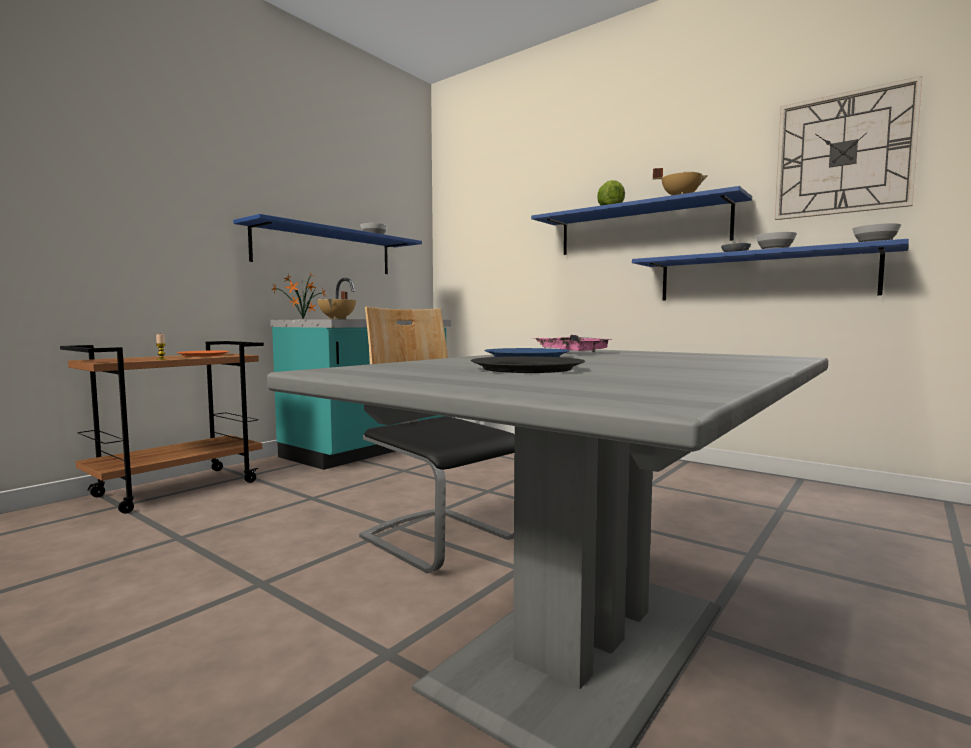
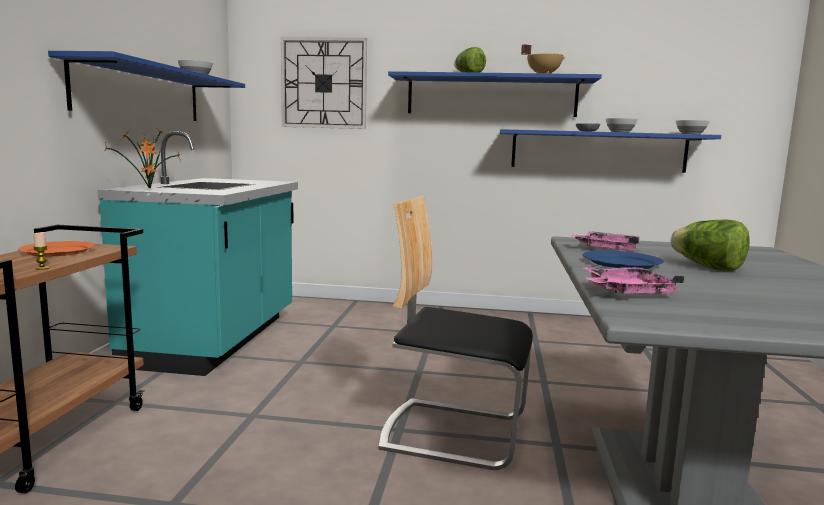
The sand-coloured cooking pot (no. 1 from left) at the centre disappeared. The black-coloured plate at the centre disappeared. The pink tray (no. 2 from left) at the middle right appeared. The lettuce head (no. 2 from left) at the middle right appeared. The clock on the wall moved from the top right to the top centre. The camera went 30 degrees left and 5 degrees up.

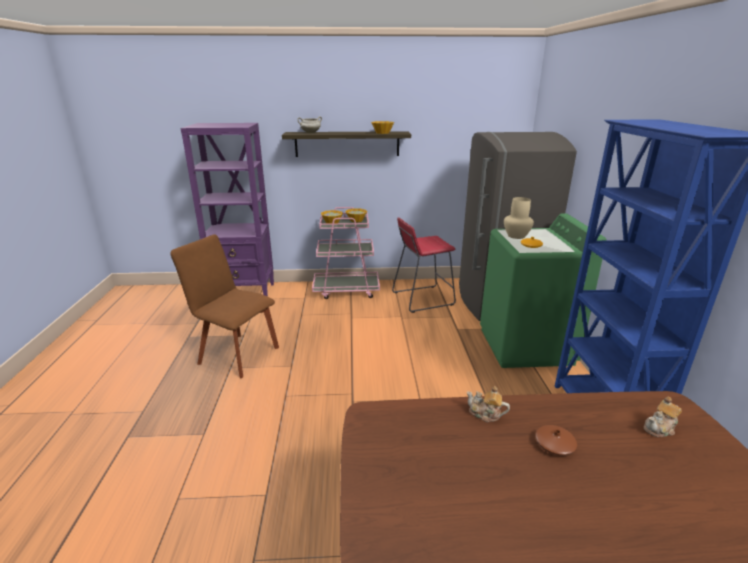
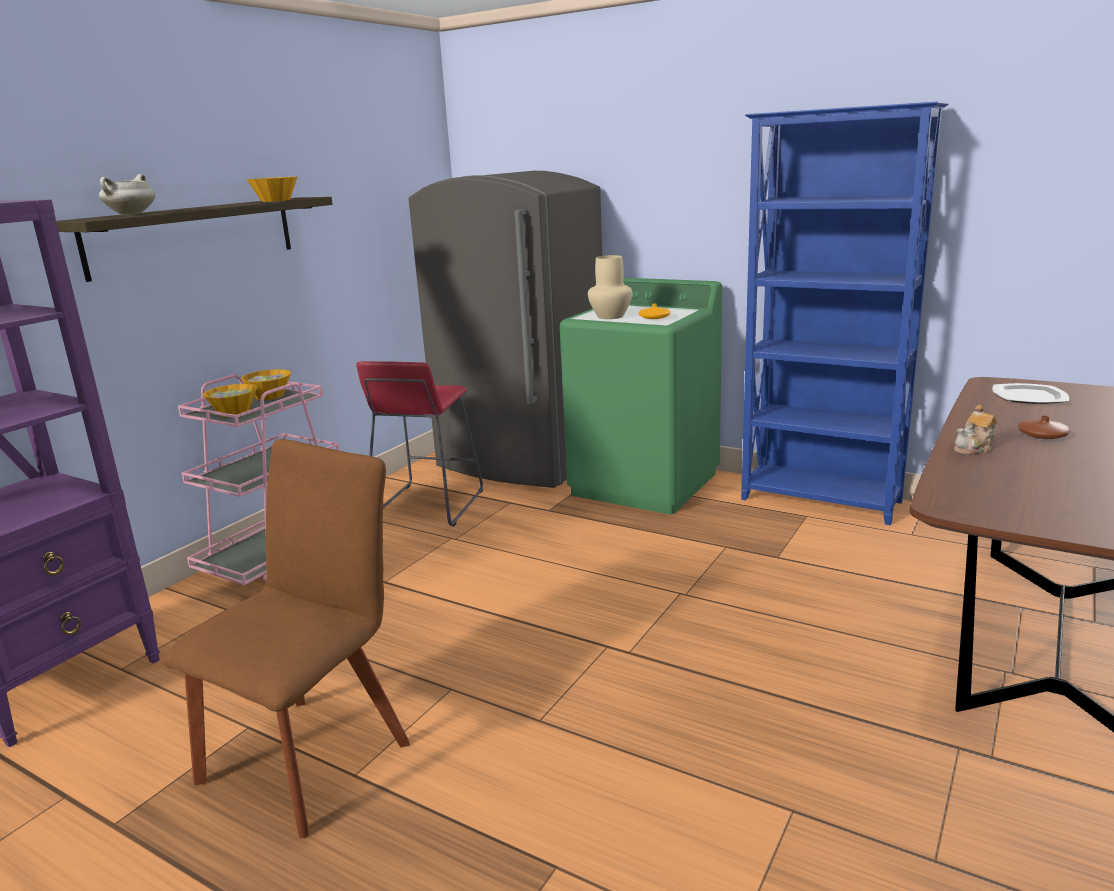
The pot for tea (no. 2 from left) at the bottom right was replaced by the plate at the middle right. The brownish upright chair at the middle left turned 150 degrees clockwise. The camera went 55 degrees left and 5 degrees down.

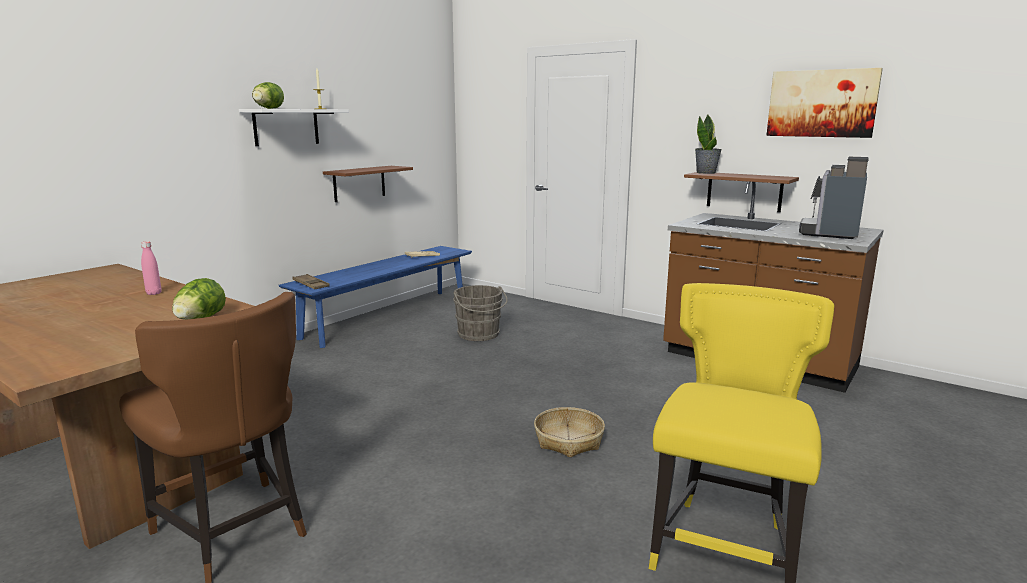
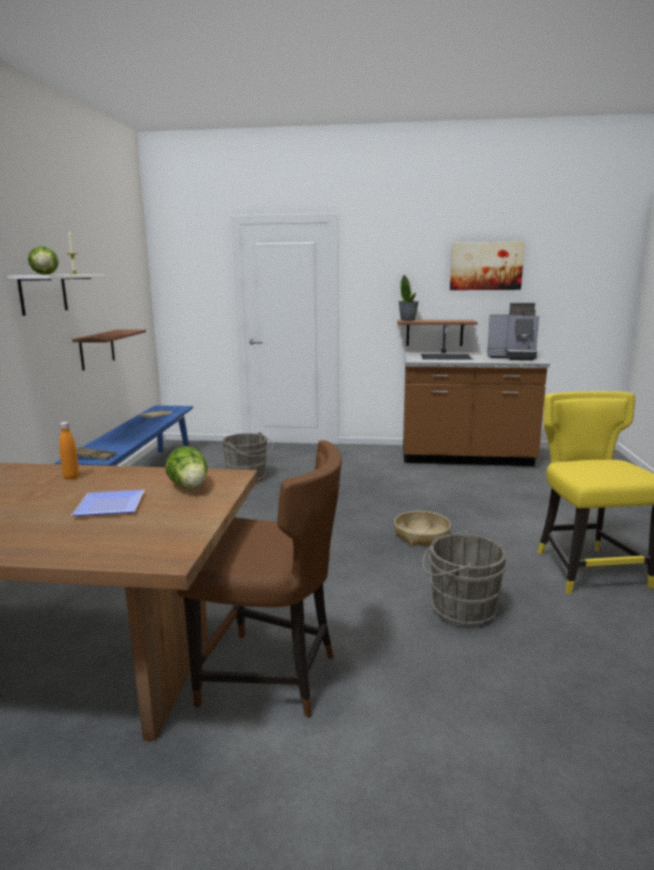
The plate at the middle left appeared. The grey bucket (no. 2 from left) at the middle right appeared. The pink beverage bottle at the middle left became the orange beverage bottle at the middle left. The coffee brewer at the middle right turned 75 degrees counterclockwise. The camera went 30 degrees left and 0 degrees up.

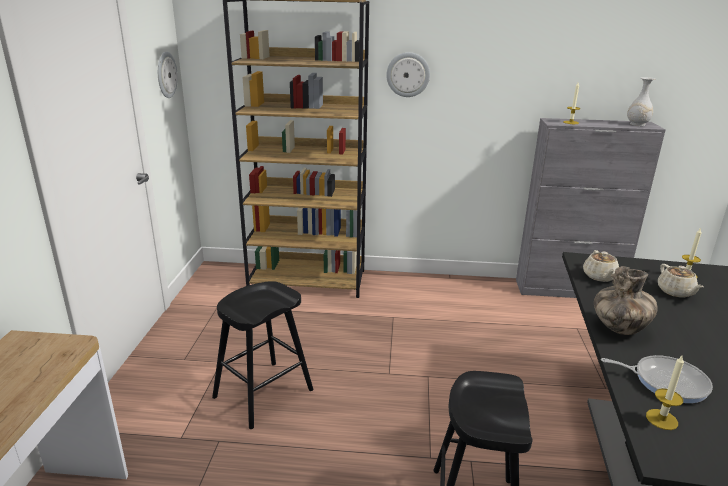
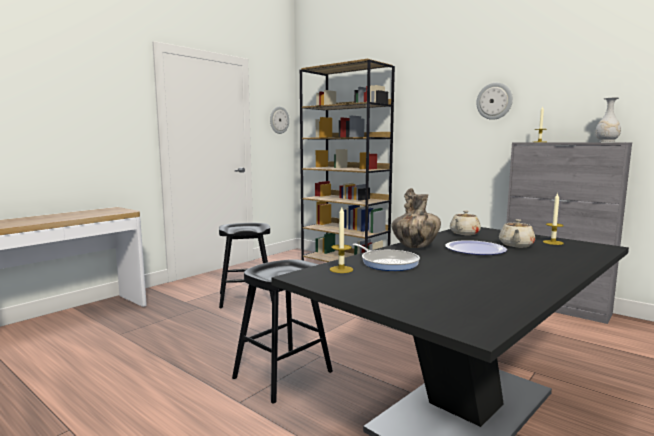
The plate at the middle right appeared. The clock on the wall (no. 2 from left) moved from the top centre to the top right. The camera went 35 degrees right and 15 degrees down.

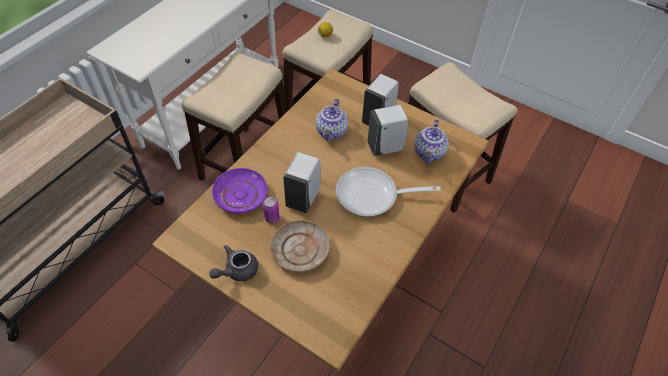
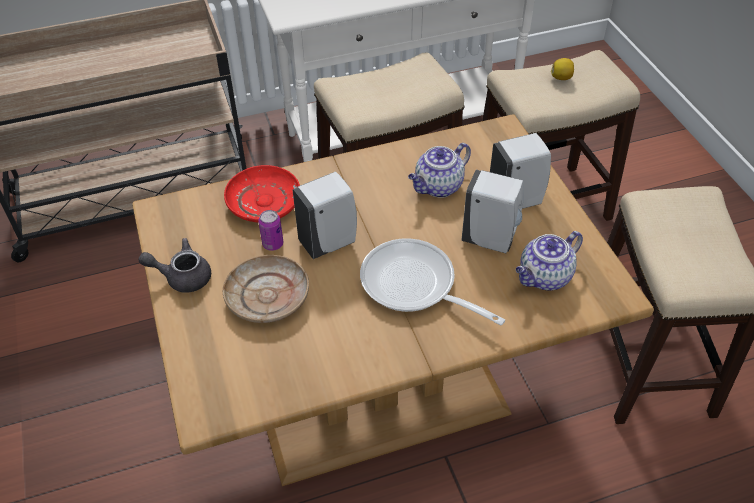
The purplish plate at the centre became the reddish plate at the centre. The camera went 40 degrees right and 5 degrees down.

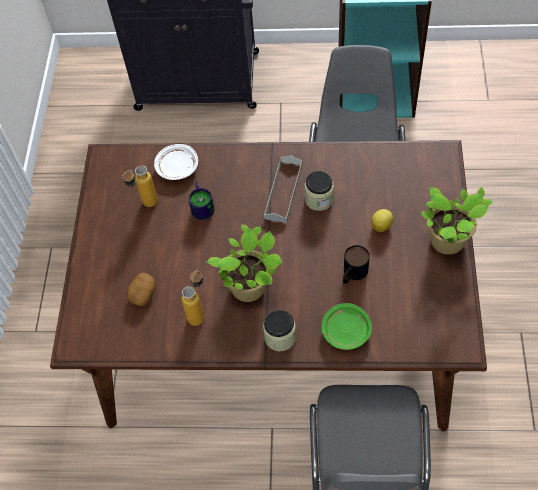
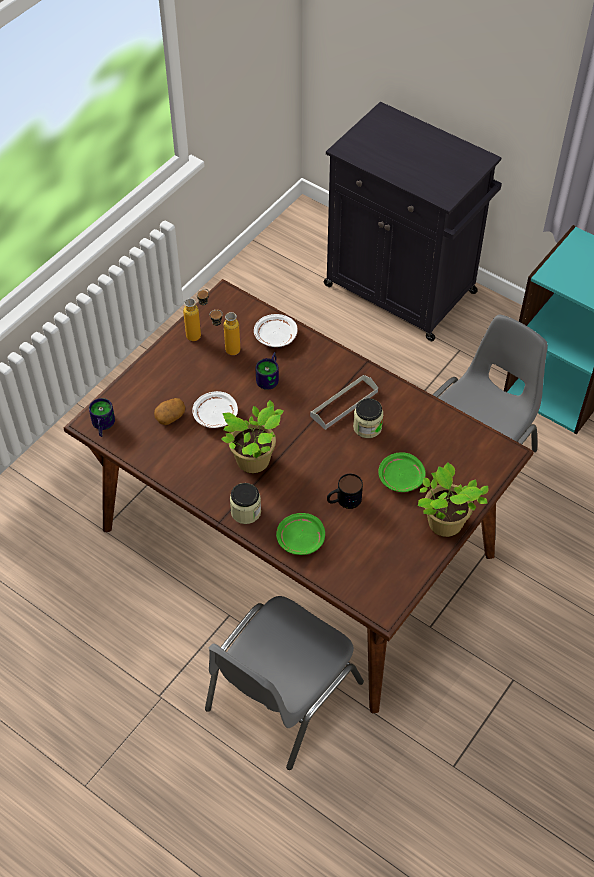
The coffee mug (no. 1 from left) at the middle left appeared. The whitish plate (no. 1 from left) at the centre appeared. The beverage bottle (no. 2 from left in the first image) moved from the centre to the middle left. The citrus fruit at the middle right was replaced by the green plate (no. 2 from left) at the middle right. The camera went 30 degrees right and 5 degrees down.

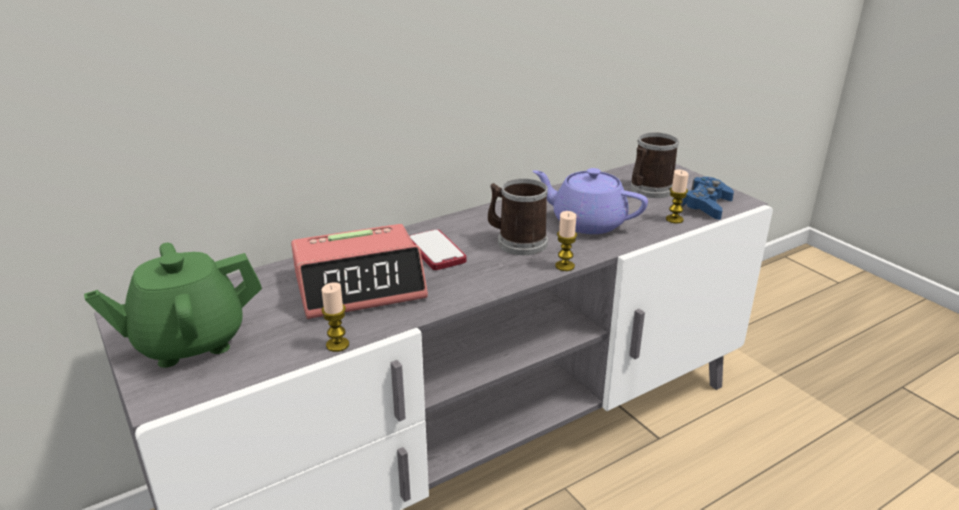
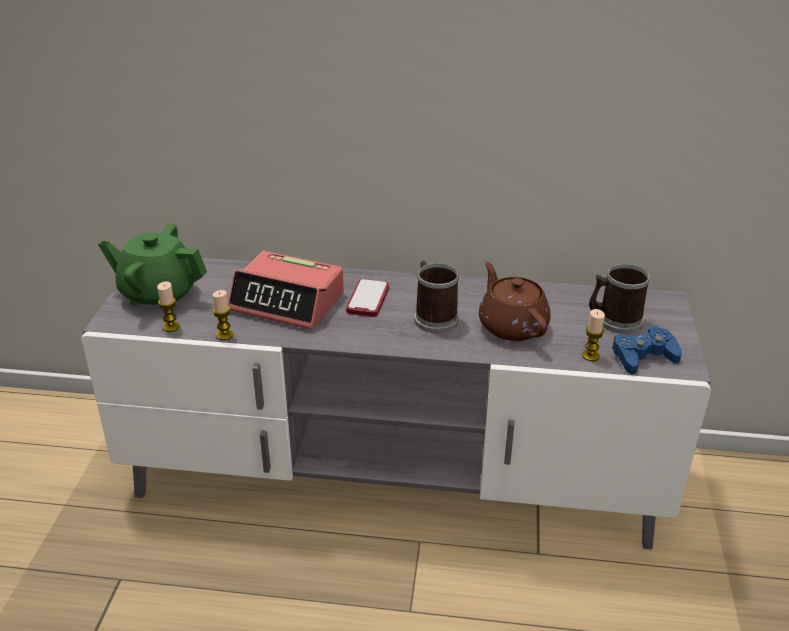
The wax light (no. 2 from left in the first image) moved from the centre to the middle left. The purplish pot for tea at the centre became the brownish pot for tea at the centre. The camera went 40 degrees right and 5 degrees up.

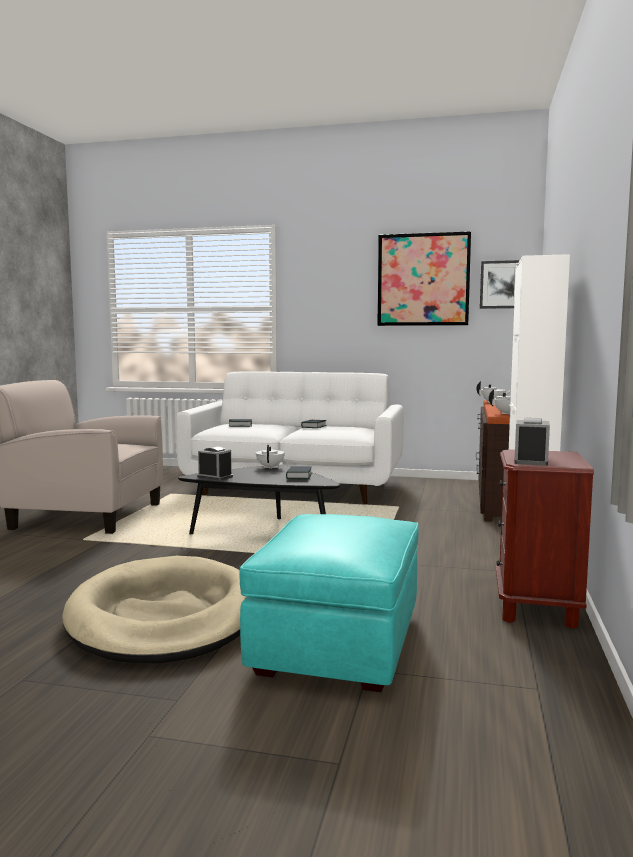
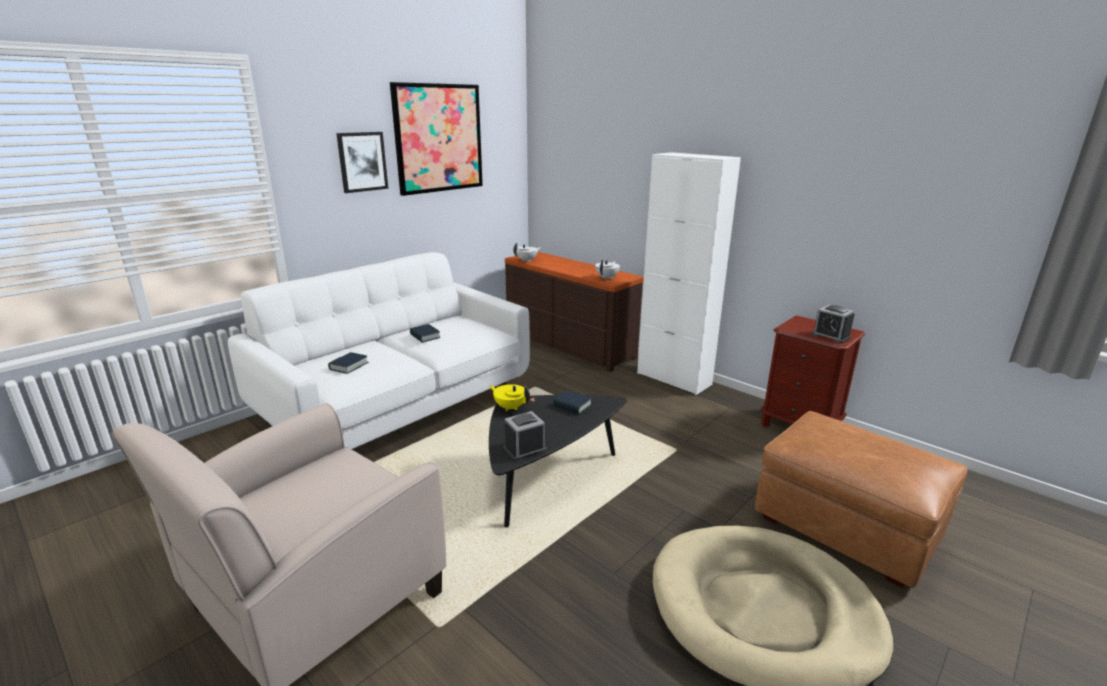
The wall art (no. 2 from left in the first image) moved from the top right to the top left. The turquoise-coloured footrest at the bottom centre became the brownish footrest at the bottom right. The whitish pot for tea (no. 1 from left) at the centre became the yellow-coloured pot for tea at the centre. The camera went 60 degrees left and 15 degrees up.

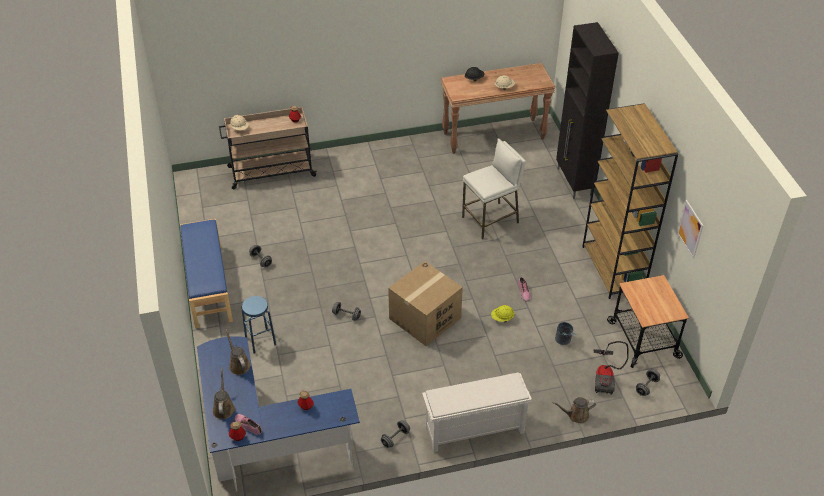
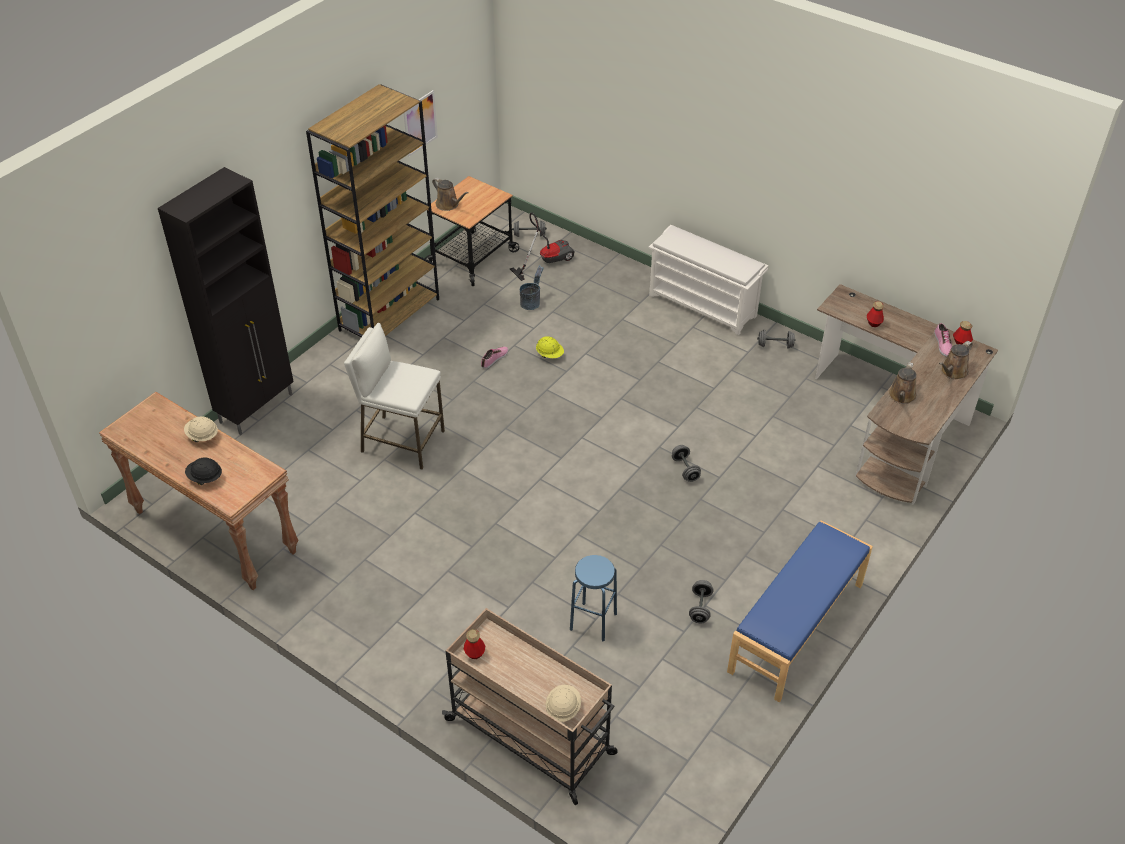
The cardboard box at the centre disappeared. The blue-coloured stool moved from the middle left to the bottom centre. The brownish sprinkling can (no. 3 from left in the first image) moved from the bottom right to the top centre. The blue-coloured desk at the bottom centre became the brownish desk at the middle right. The camera went 130 degrees left and 0 degrees up.

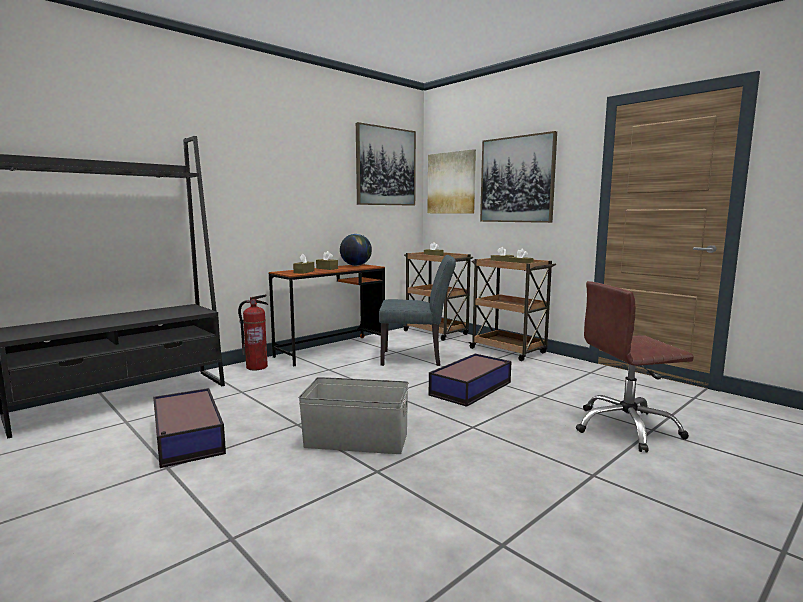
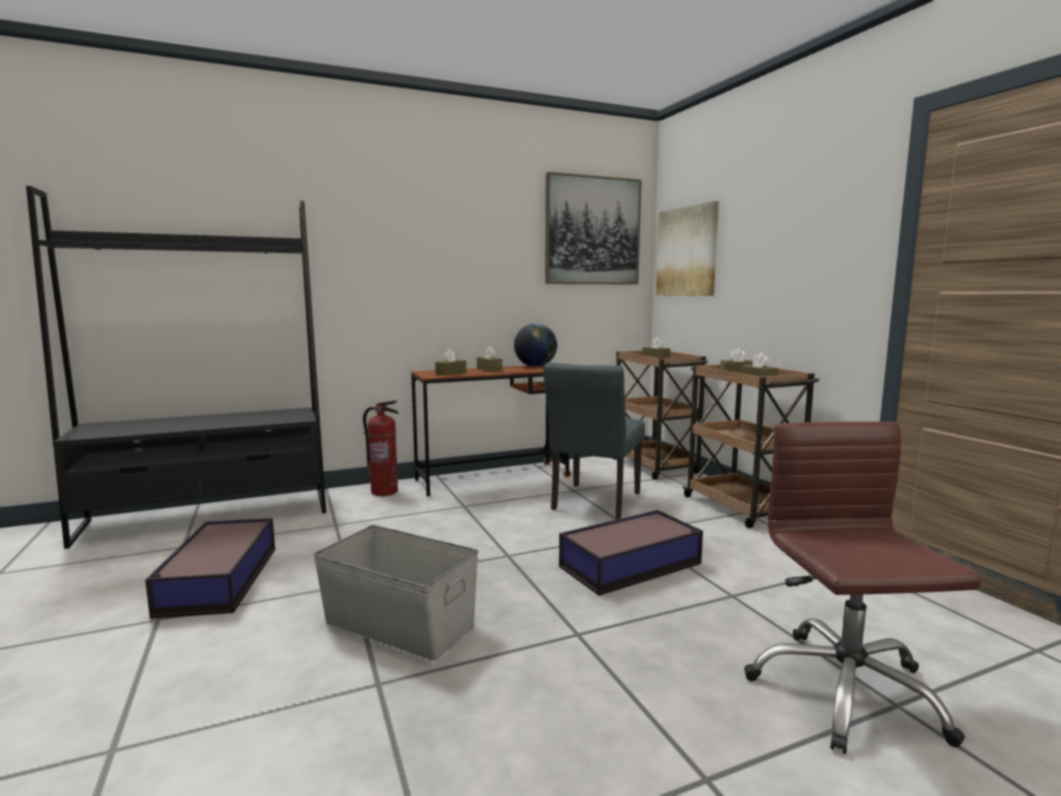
The wall art (no. 3 from left) at the top centre disappeared. The grey upright chair at the centre turned 90 degrees clockwise. The brownish desk chair at the middle right turned 75 degrees clockwise. The camera went 20 degrees right and 0 degrees up.

